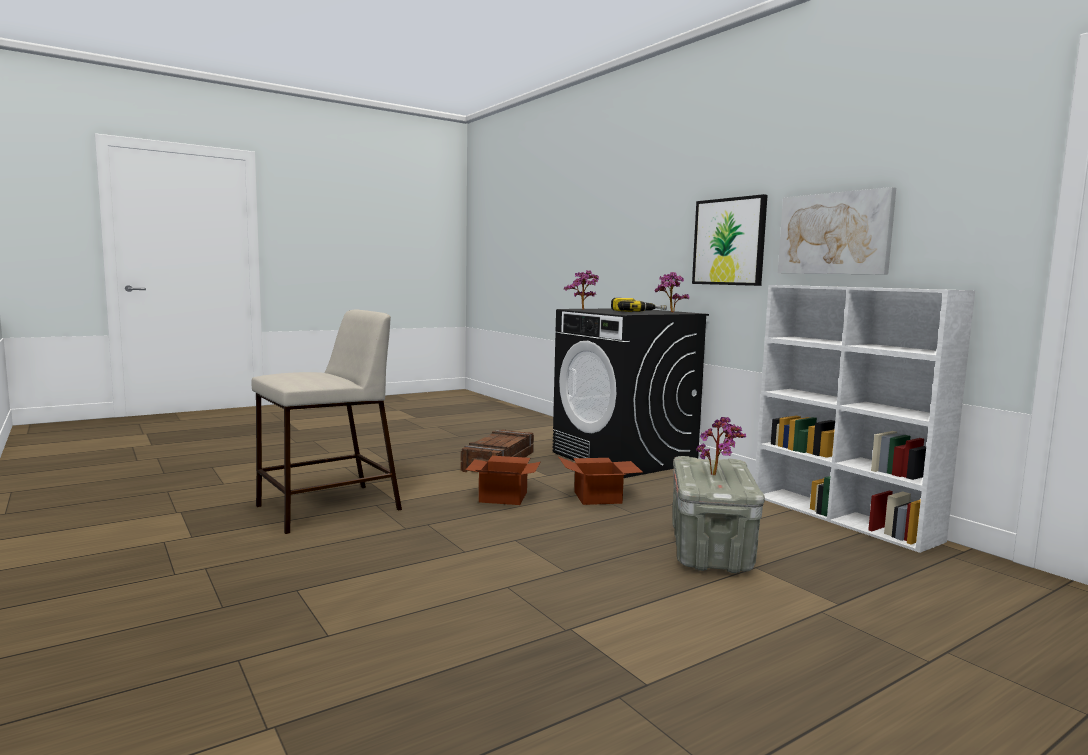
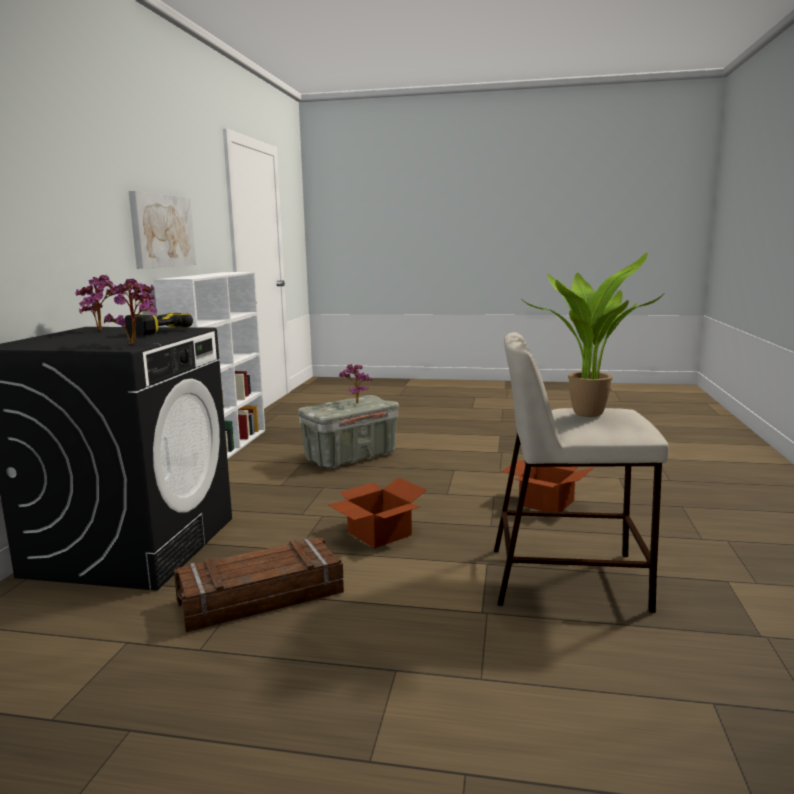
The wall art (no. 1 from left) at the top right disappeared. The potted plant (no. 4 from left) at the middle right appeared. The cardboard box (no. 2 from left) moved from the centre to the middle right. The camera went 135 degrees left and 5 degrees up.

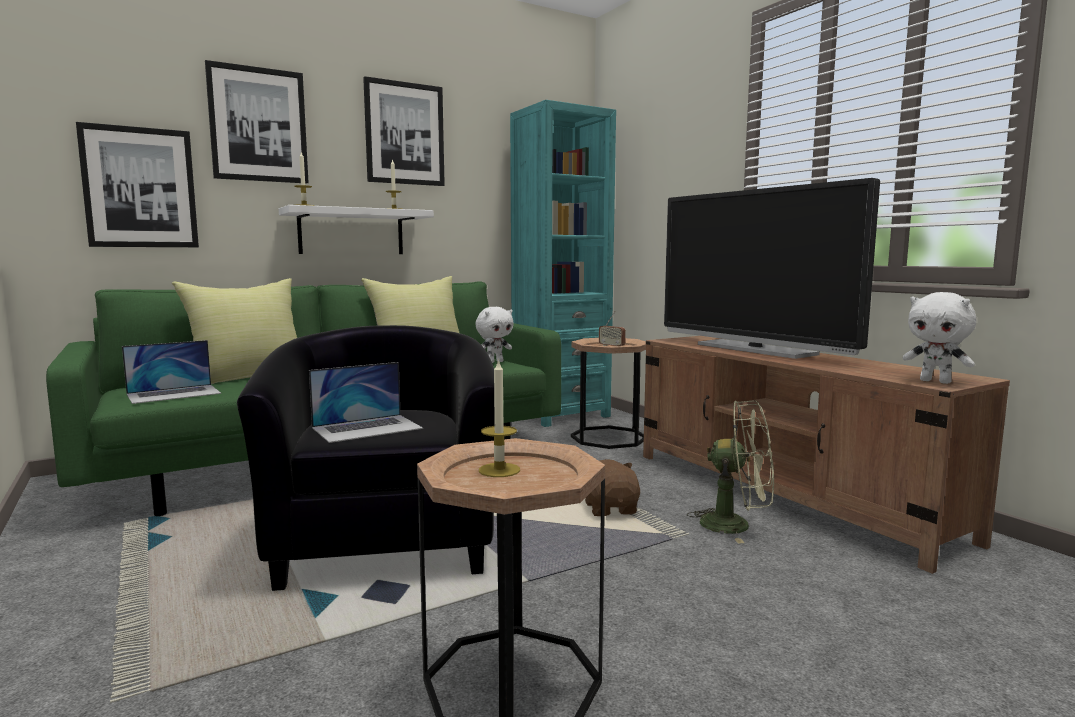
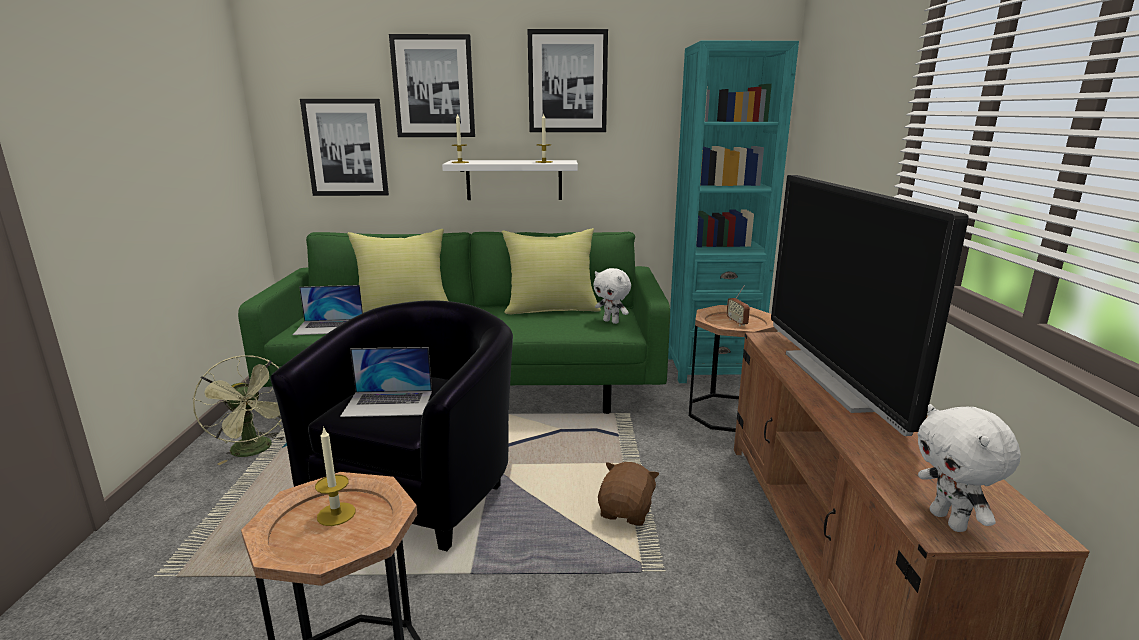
The green fan moved from the middle right to the middle left. The whitish cuddly toy (no. 1 from left) at the centre turned 45 degrees clockwise. The camera went 30 degrees right and 10 degrees up.

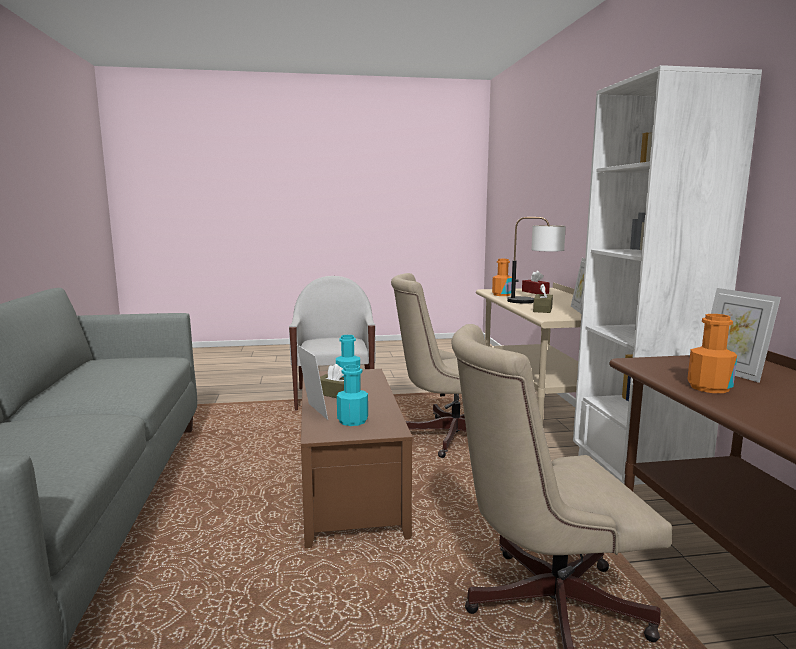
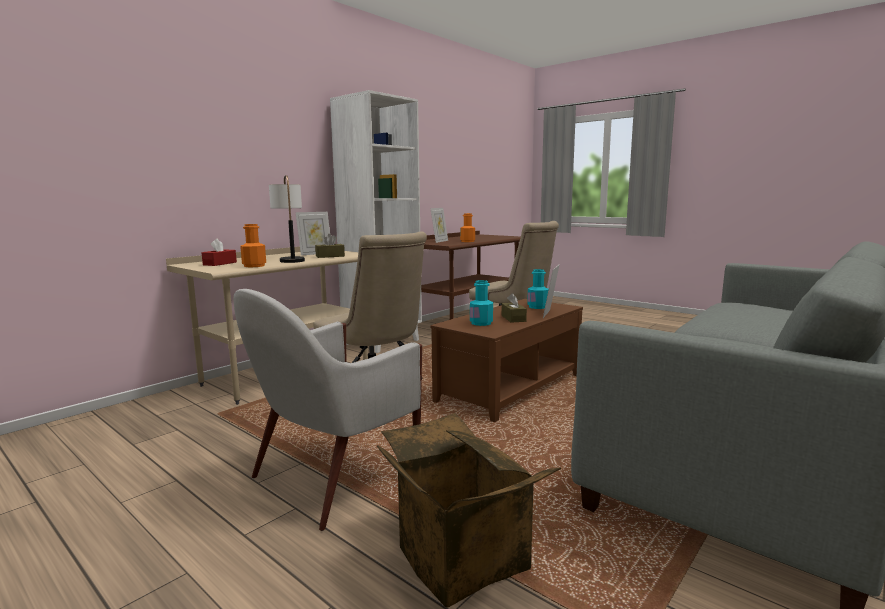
The cardboard box at the bottom centre appeared. The camera went 130 degrees left and 0 degrees up.

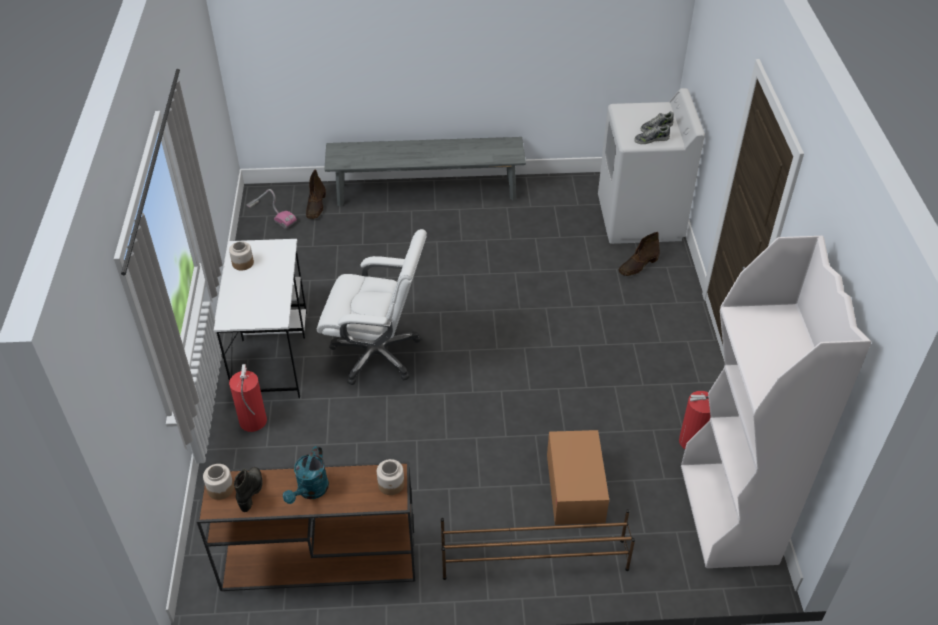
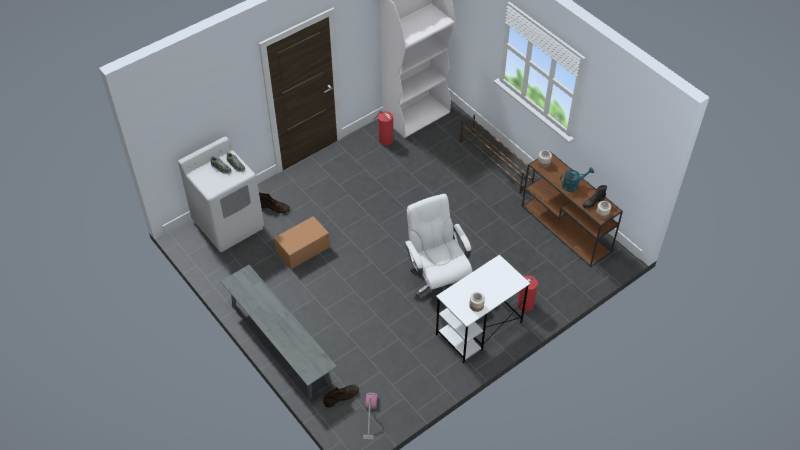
The cardboard box moved from the bottom centre to the centre. The camera went 125 degrees left and 5 degrees up.

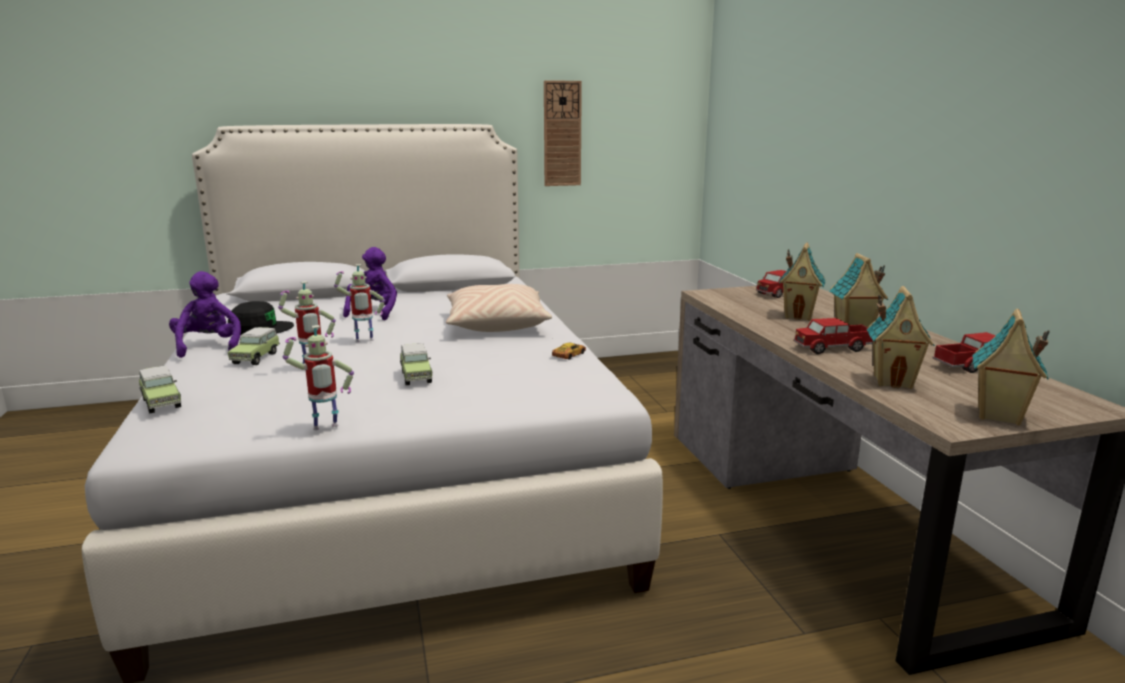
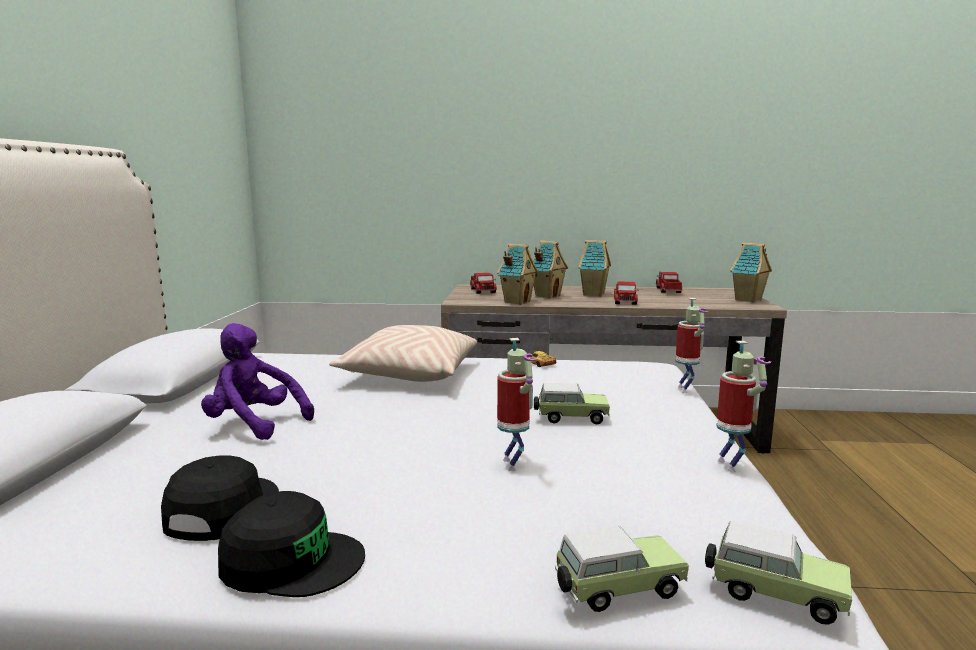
The clock on the wall at the top centre disappeared. The toy car (no. 2 from left in the first image) moved from the middle left to the bottom right. The toy robot (no. 3 from left in the first image) moved from the middle left to the middle right. The model house (no. 3 from left in the first image) moved from the middle right to the centre. The purplish cuddly toy (no. 1 from left) at the middle left was replaced by the black-coloured cap (no. 2 from left) at the bottom left. The camera went 70 degrees left and 5 degrees down.

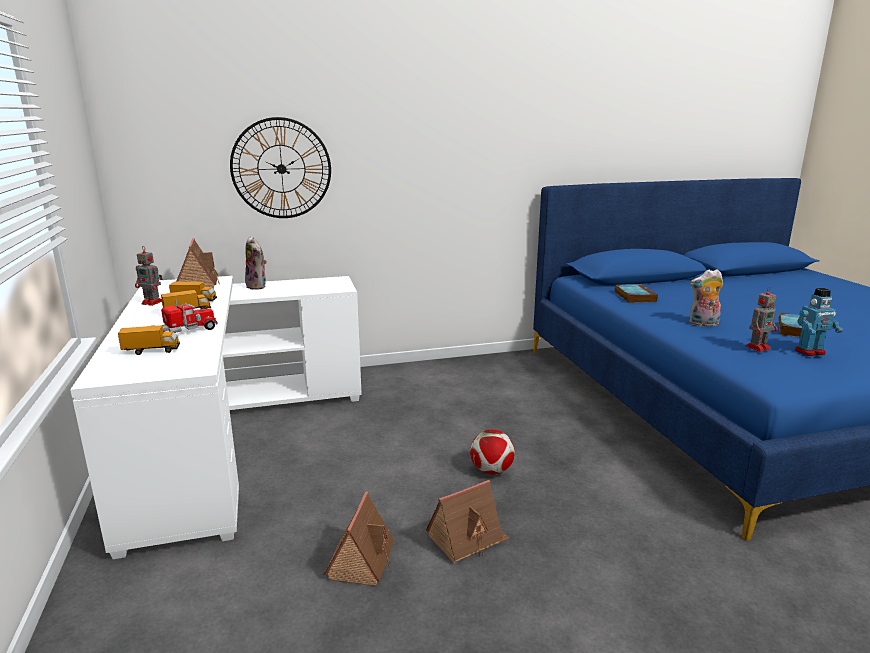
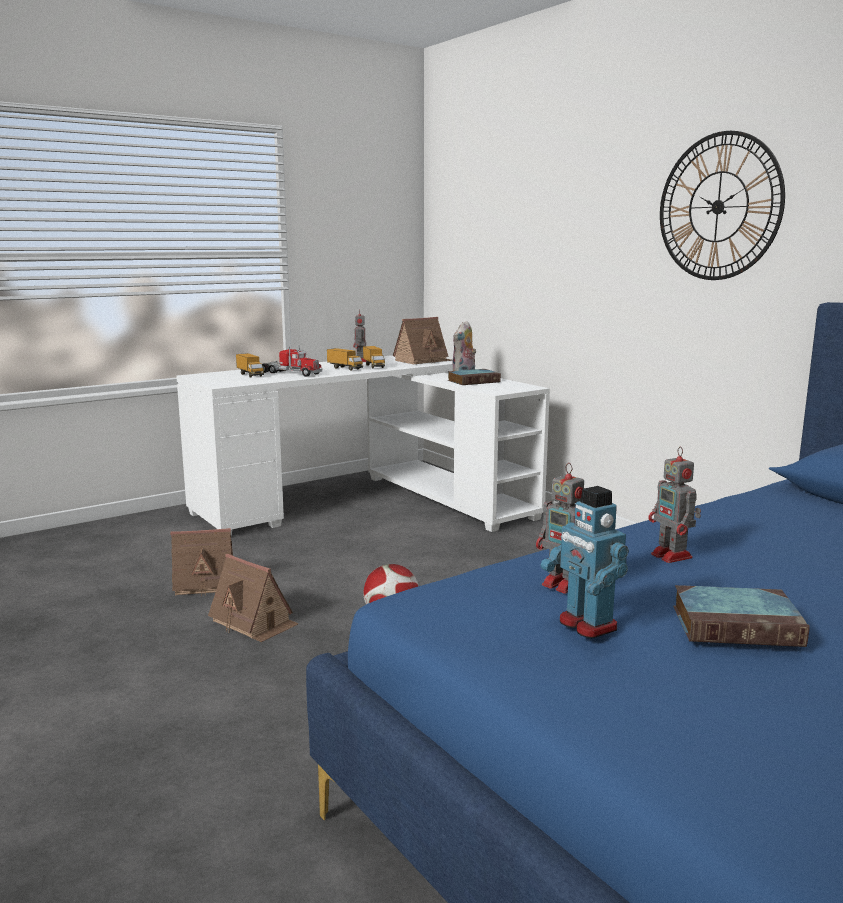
The clock on the wall moved from the top left to the top right. The book (no. 1 from left) moved from the middle right to the centre. The cuddly toy (no. 2 from left) at the middle right was replaced by the toy robot (no. 4 from left) at the middle right. The camera went 70 degrees right and 5 degrees down.

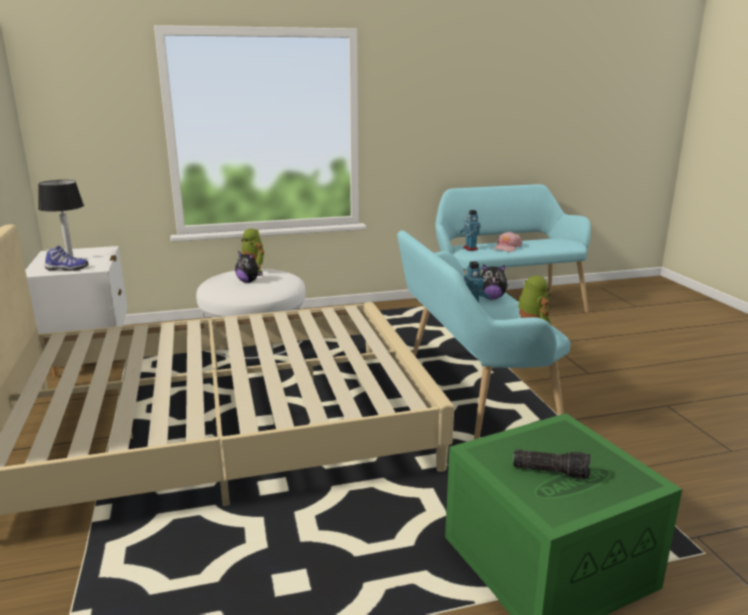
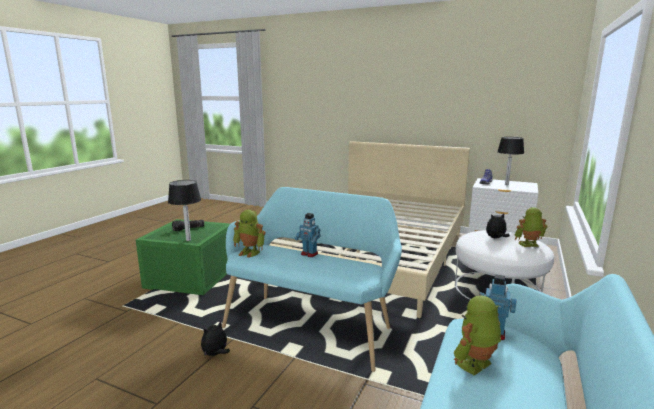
The table lamp (no. 1 from left) at the middle left appeared. The cuddly toy (no. 2 from left in the first image) moved from the centre to the bottom left. The pink cap at the middle right was replaced by the toy robot (no. 3 from left) at the bottom right. The camera went 130 degrees right and 5 degrees down.

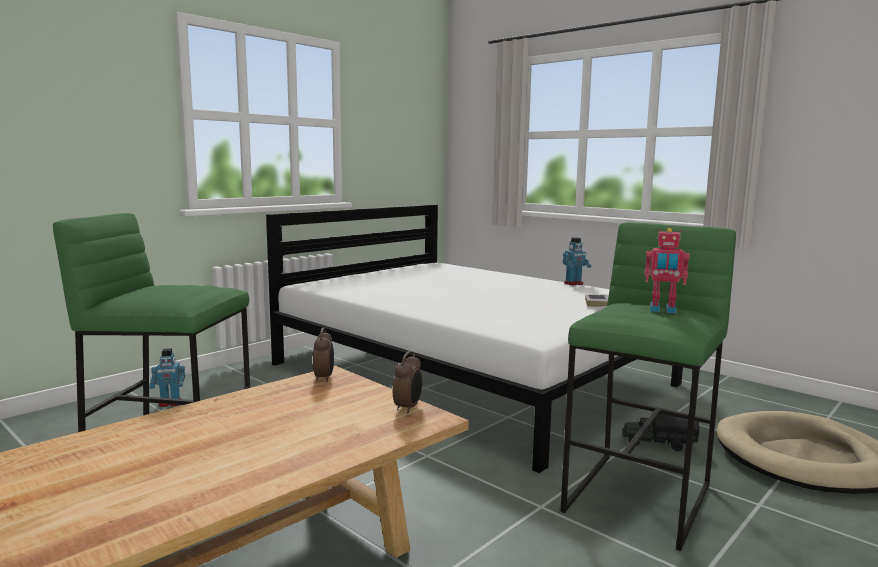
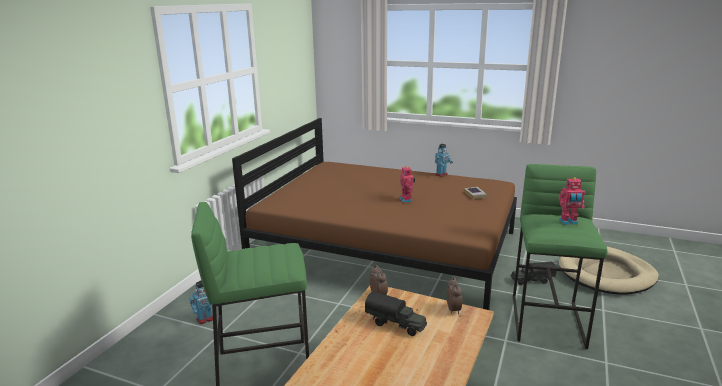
The toy truck (no. 1 from left) at the bottom centre appeared. The toy robot (no. 2 from left) at the centre appeared. The whitish sleeping bed at the centre became the brownish sleeping bed at the centre. The camera went 20 degrees left and 10 degrees up.

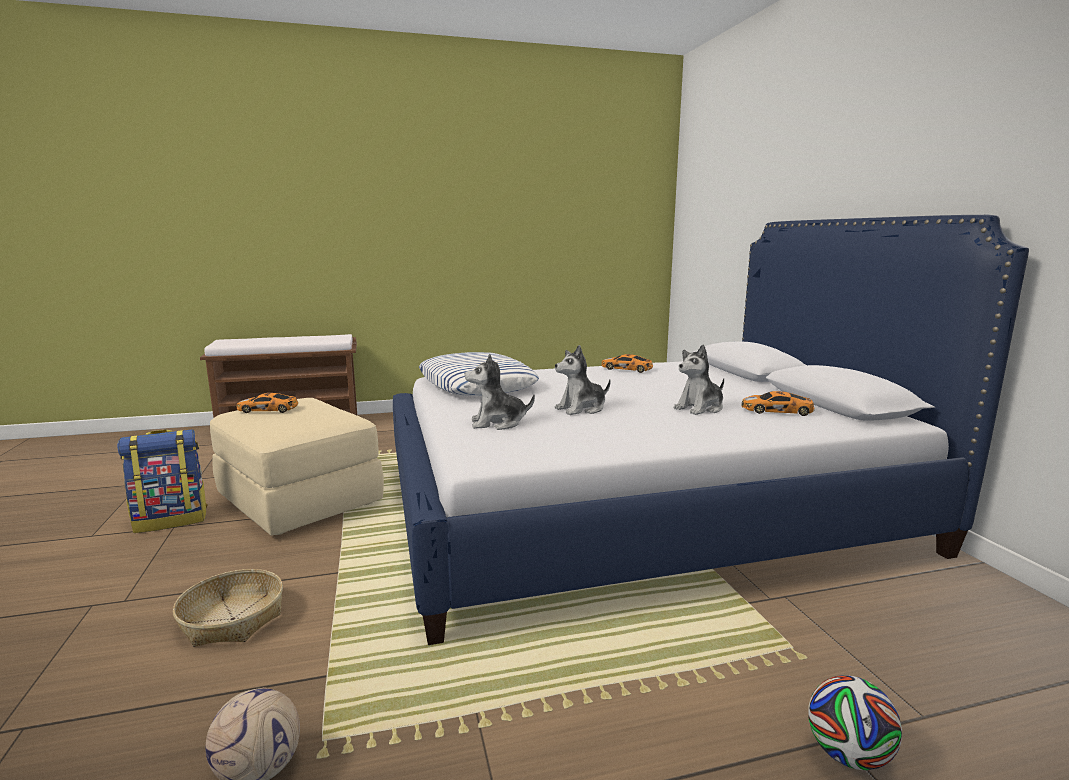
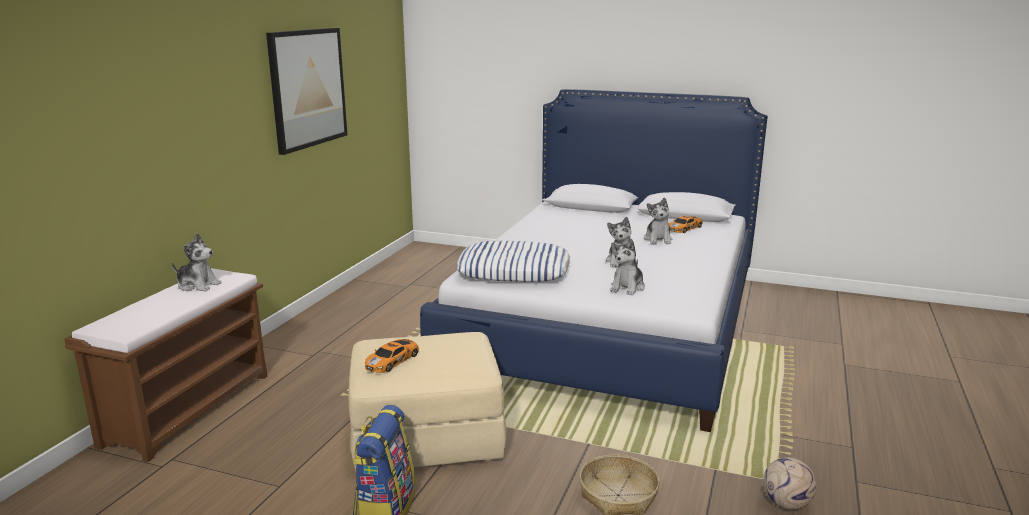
The toy car (no. 2 from left) at the centre disappeared. The football ball (no. 2 from left) at the bottom right disappeared. The cuddly toy (no. 1 from left) at the middle left appeared. The wall art at the top left appeared. The camera went 55 degrees left and 5 degrees up.

